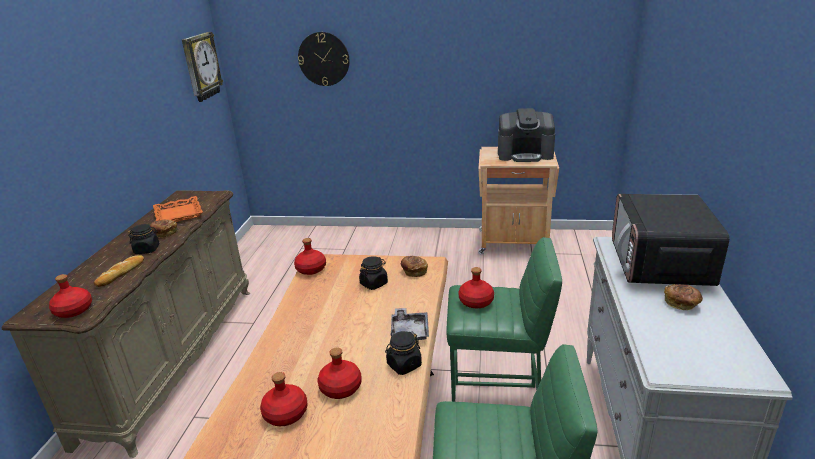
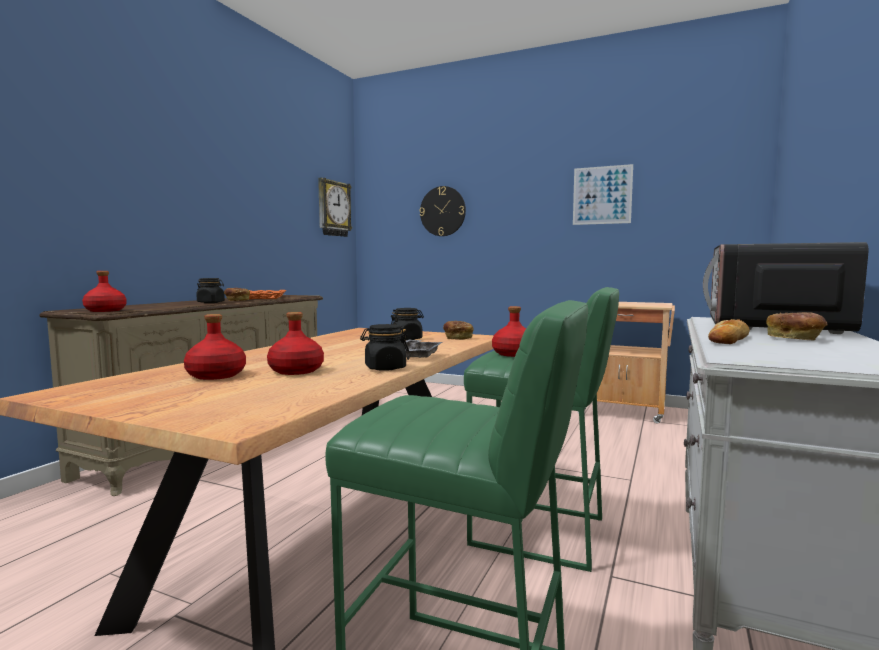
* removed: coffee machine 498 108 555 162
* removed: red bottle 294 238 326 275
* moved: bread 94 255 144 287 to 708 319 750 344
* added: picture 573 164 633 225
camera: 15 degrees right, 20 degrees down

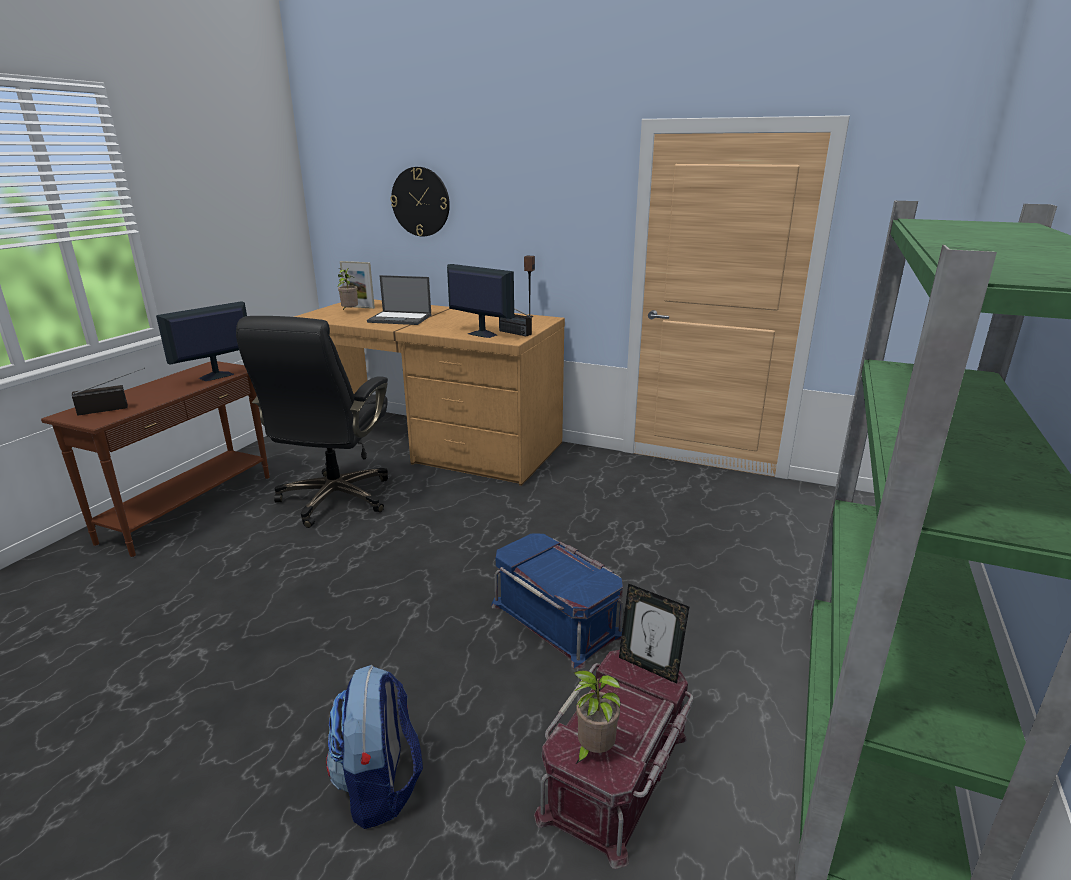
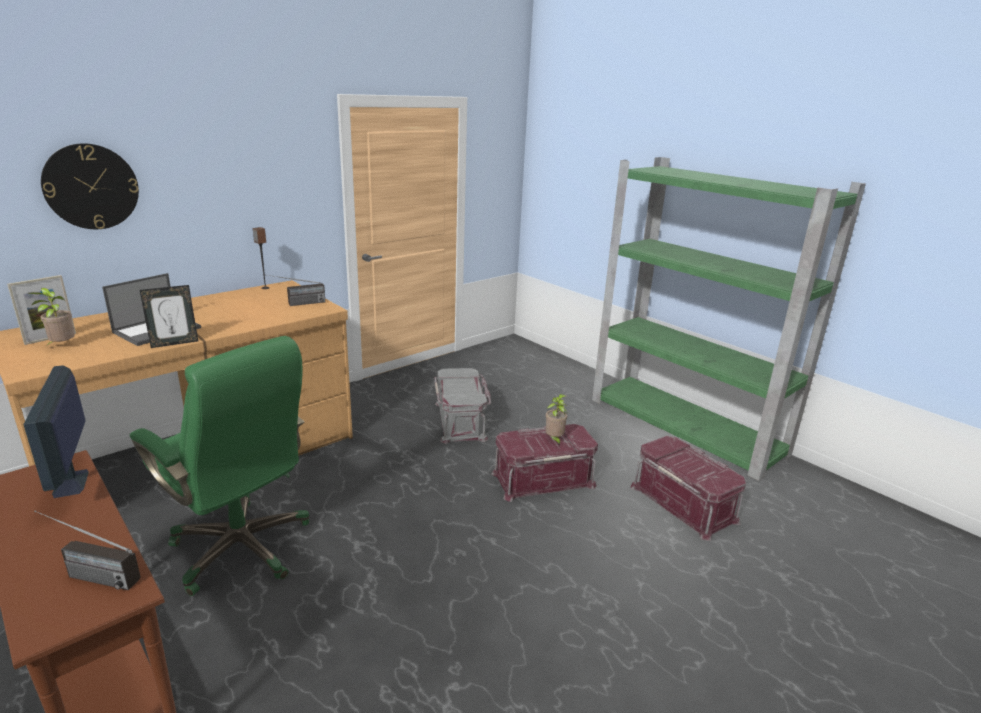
* removed: monitor 447 264 514 338
* recoloured: black office chair 236 316 388 528 to green office chair 130 336 309 596
* turned: radio 72 368 145 415 = 34 510 141 590 75 degrees counterclockwise
* recoloured: blue storage box 491 533 623 669 to red storage box 491 424 598 502
* moved: picture frame 619 583 689 684 to 140 285 198 348
* removed: backpack 326 665 423 829
* moved: potted plant 574 670 621 764 to 546 394 568 445
* added: grey storage box 434 368 491 444
camera: 65 degrees left, 0 degrees up

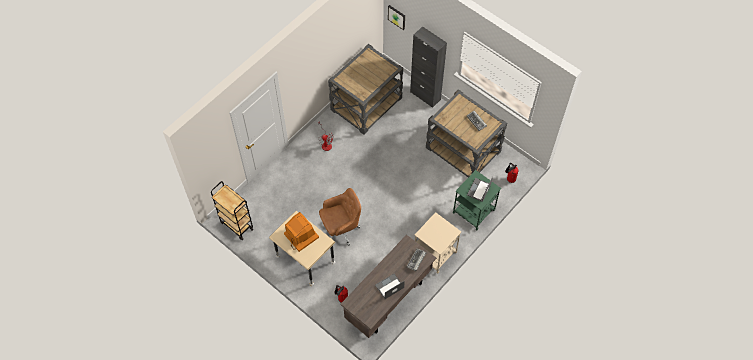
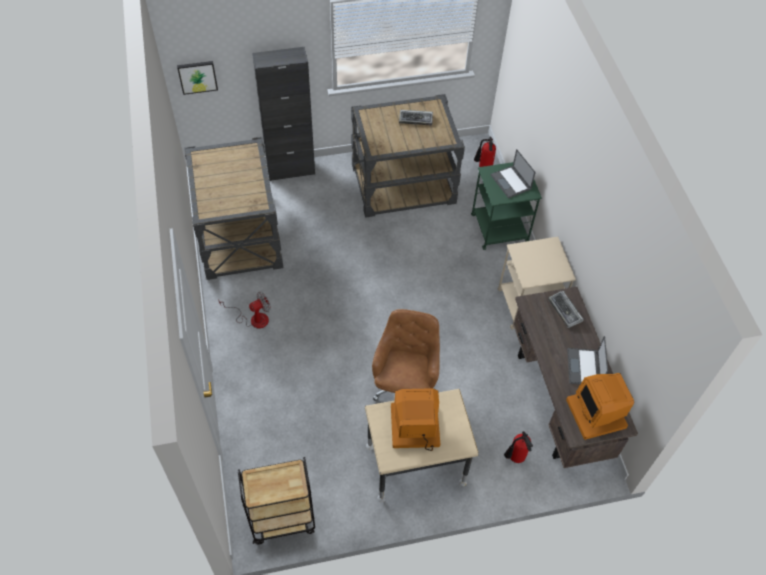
* added: monitor 566 373 634 440
camera: 55 degrees left, 5 degrees down

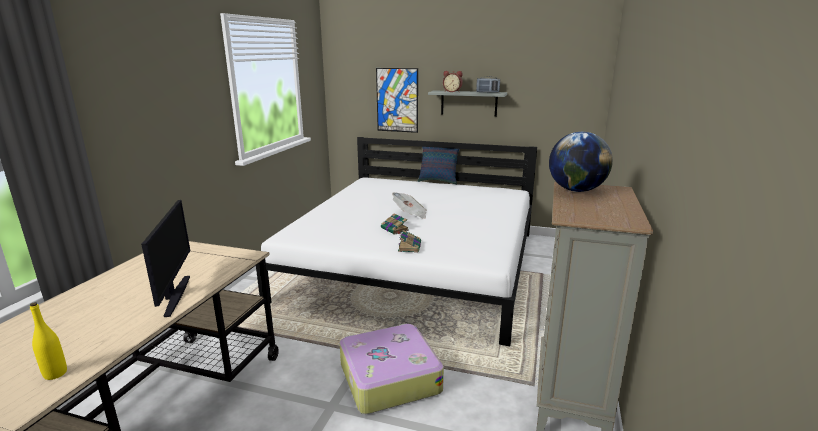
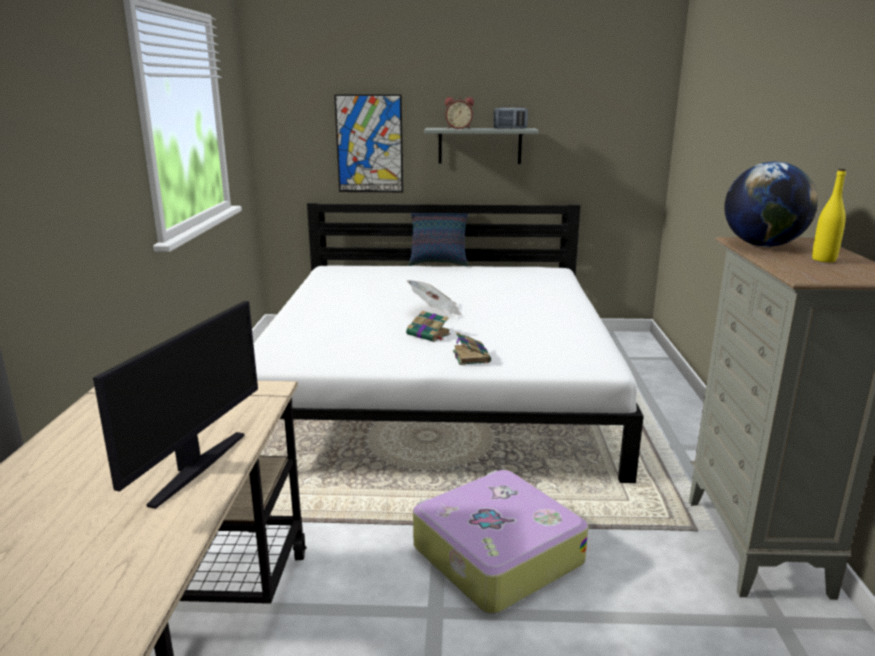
* turned: monitor 141 200 190 317 = 93 301 258 509 45 degrees clockwise
* moved: yellow bottle 30 302 67 380 to 812 169 846 262
camera: 15 degrees left, 0 degrees up

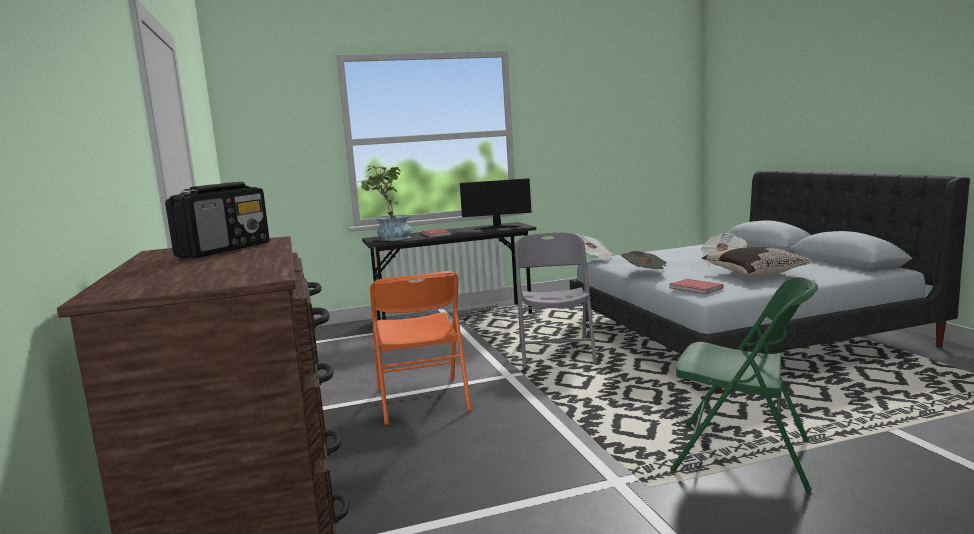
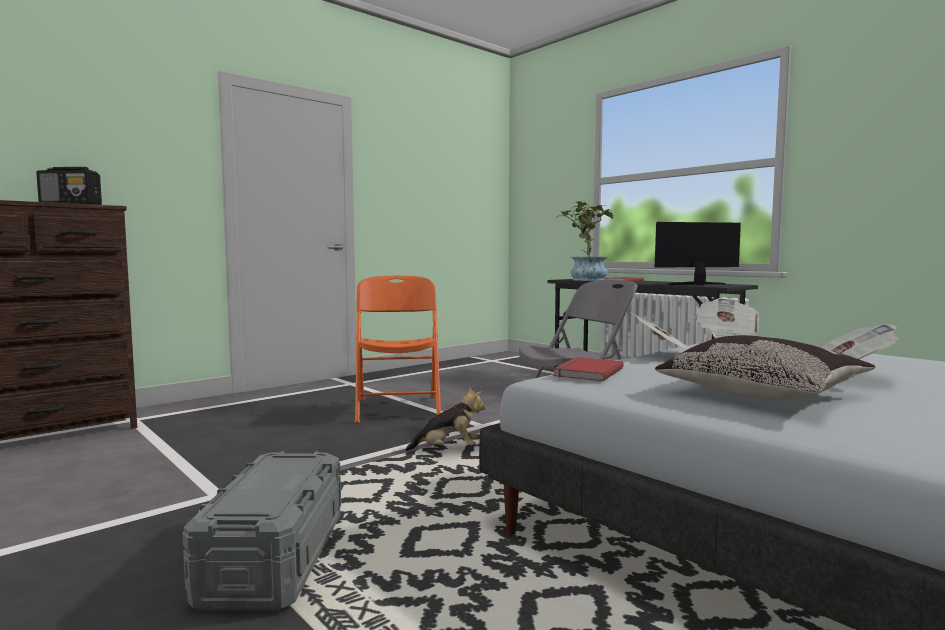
* turned: monitor 460 178 532 230 = 655 222 741 285 105 degrees clockwise
* turned: orange chair 370 271 472 425 = 355 276 441 424 120 degrees clockwise
* replaced: green chair 670 277 819 493 to grey storage box 182 451 341 611
* added: plush toy 405 387 486 451
camera: 65 degrees right, 5 degrees down

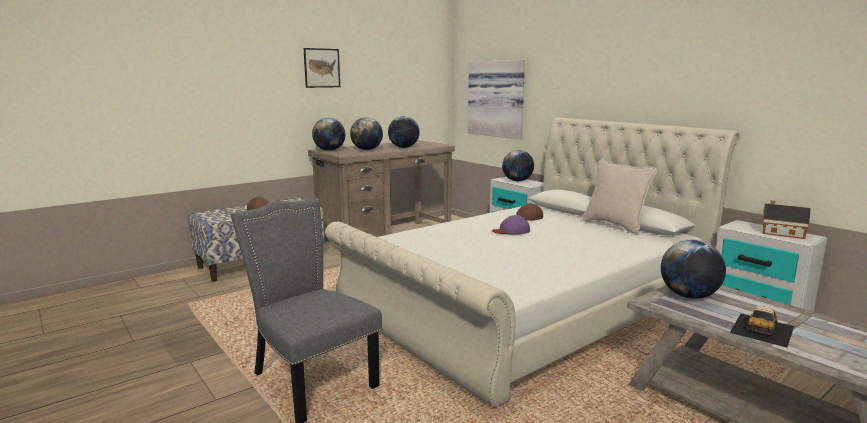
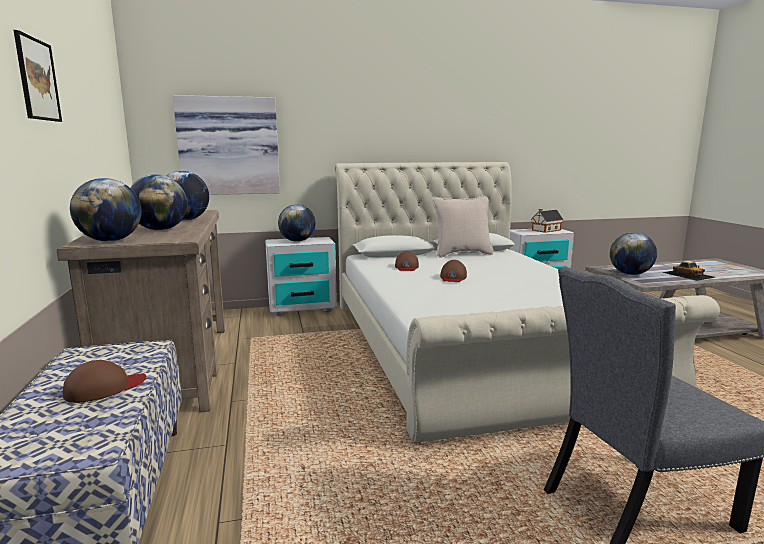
* recoloured: purple cap 492 215 530 234 to brown cap 440 260 467 282
camera: 65 degrees left, 0 degrees up

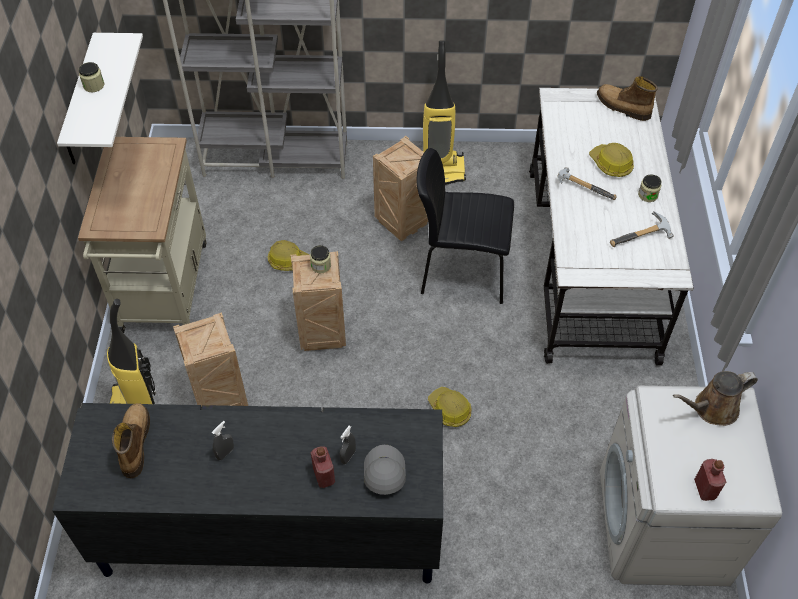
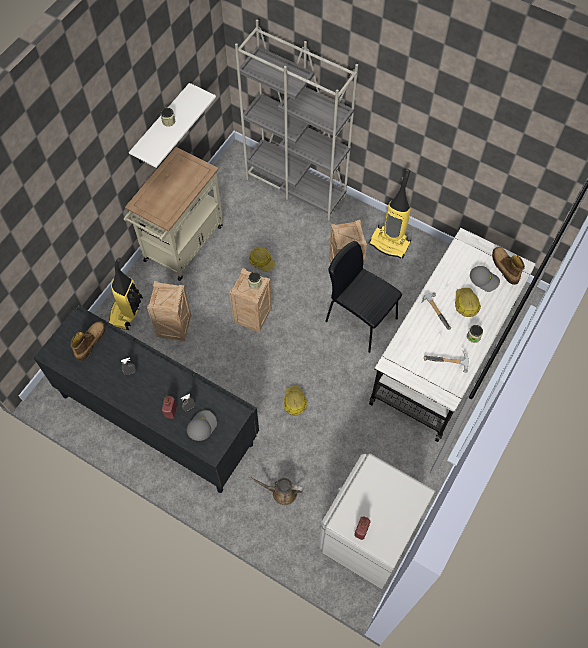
* moved: brown watering can 673 371 758 426 to 249 477 304 505
* added: grey cap 470 266 500 292
camera: 30 degrees right, 10 degrees up

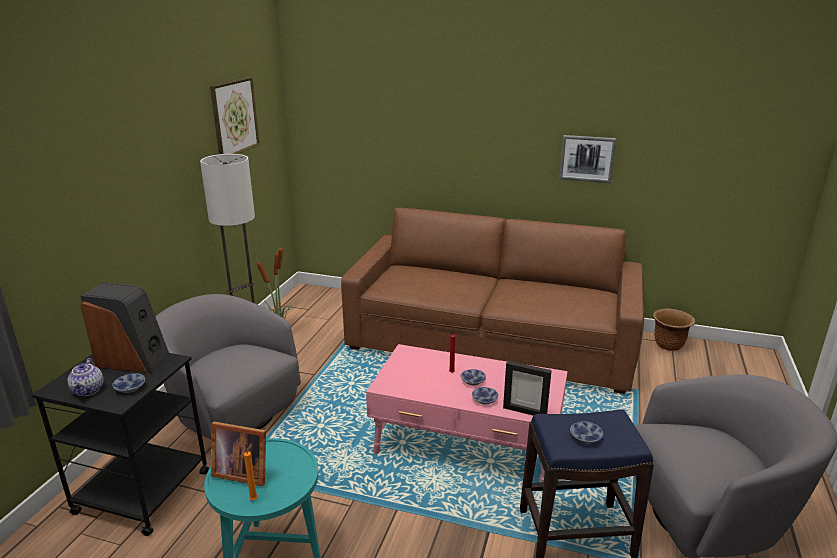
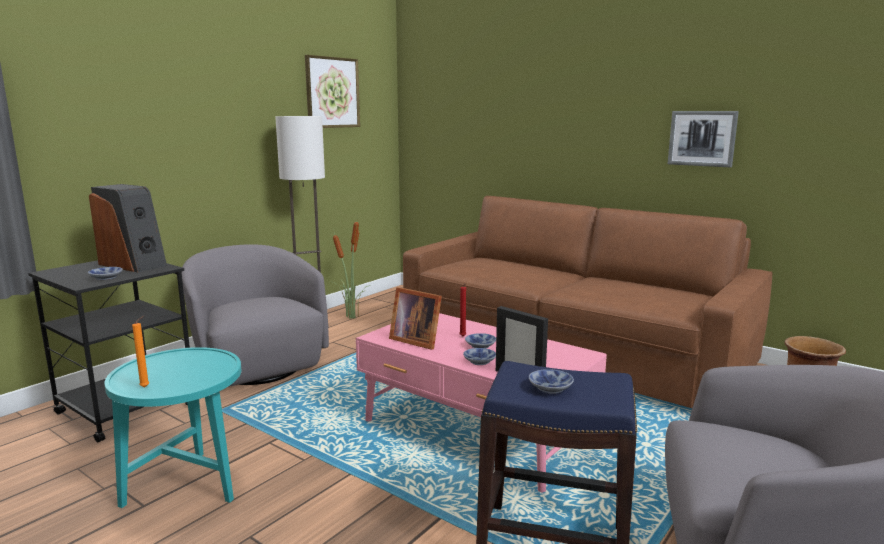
* removed: teapot 67 358 104 397
* moved: picture frame 211 422 266 486 to 389 287 442 350
camera: 20 degrees right, 10 degrees down

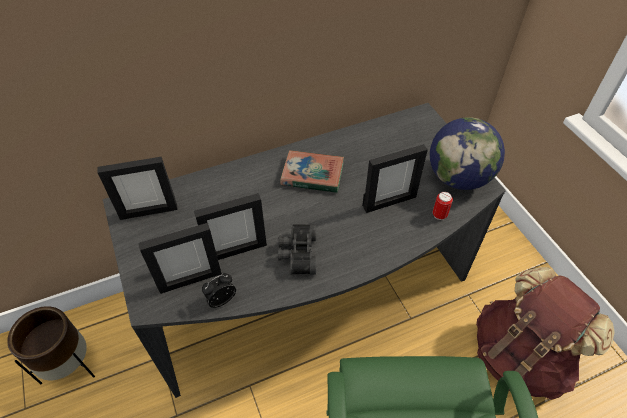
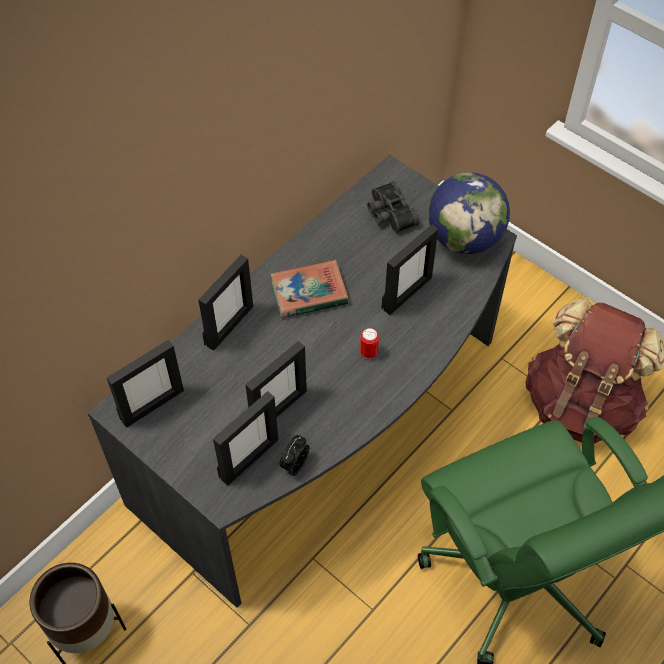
* moved: can 433 192 453 220 to 360 328 379 359
* moved: black binoculars 278 224 316 275 to 367 181 420 233
* added: picture frame 198 255 253 351
camera: 25 degrees left, 5 degrees up

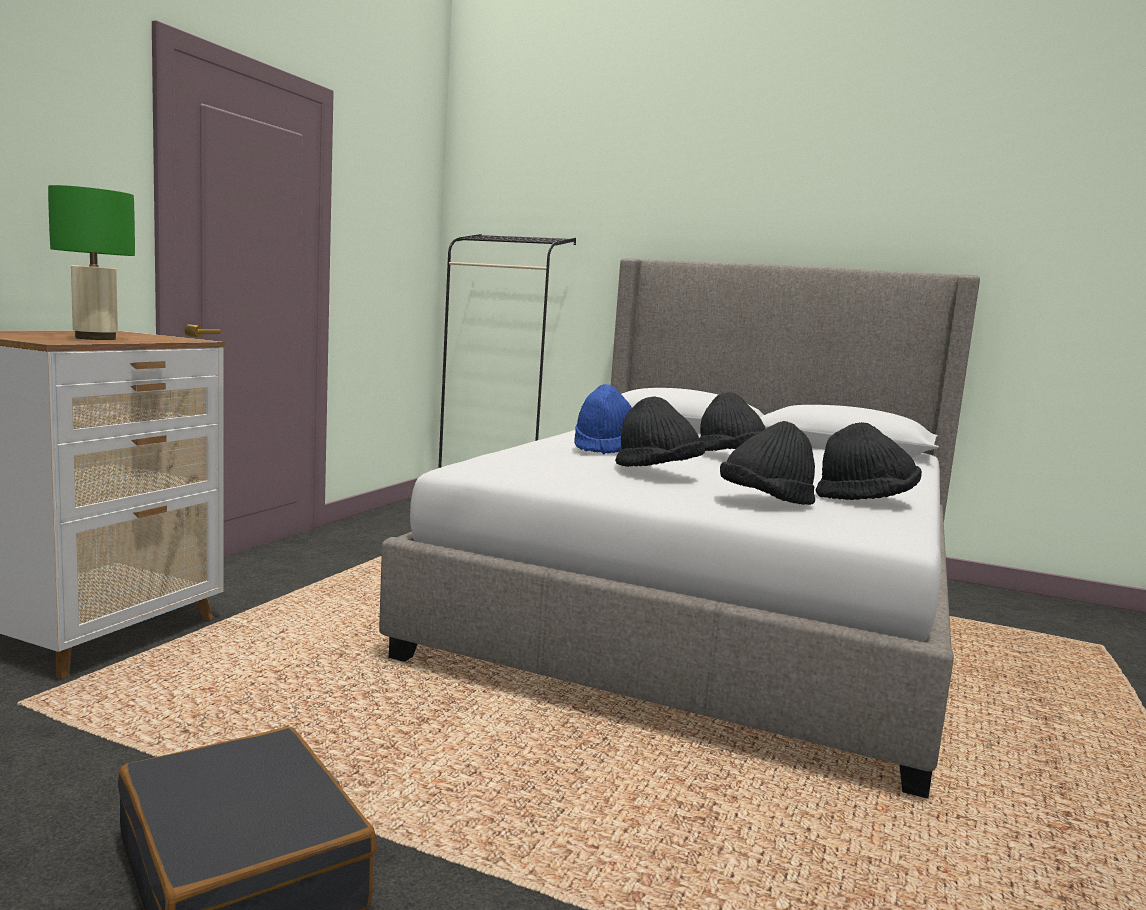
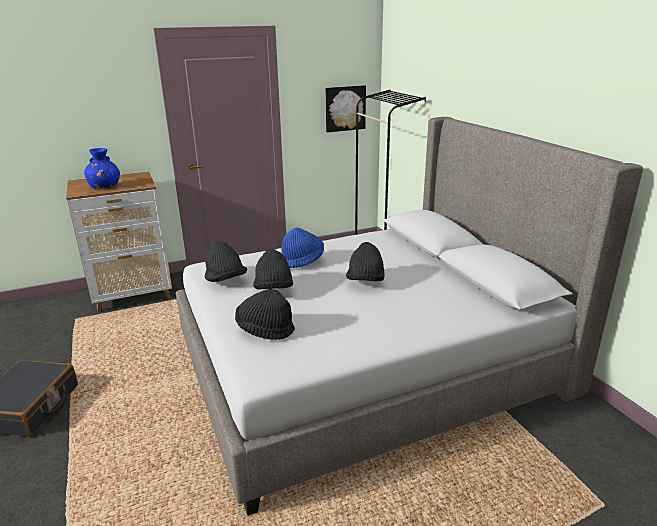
* replaced: green table lamp 48 185 135 340 to blue vase 84 148 120 189
* moved: black hat 816 422 922 500 to 205 241 247 282
* added: picture 326 85 366 132
camera: 45 degrees right, 15 degrees up

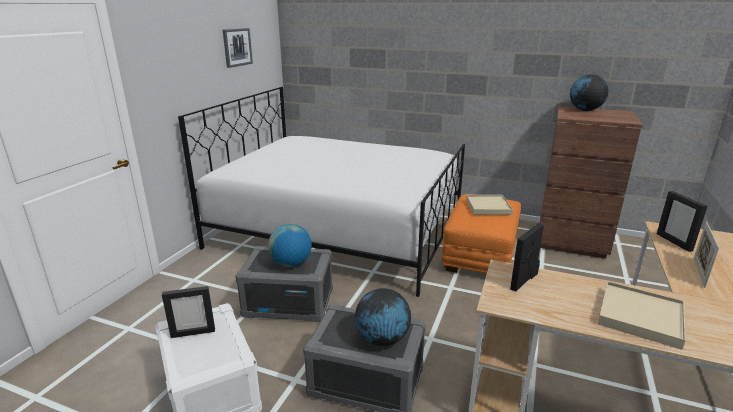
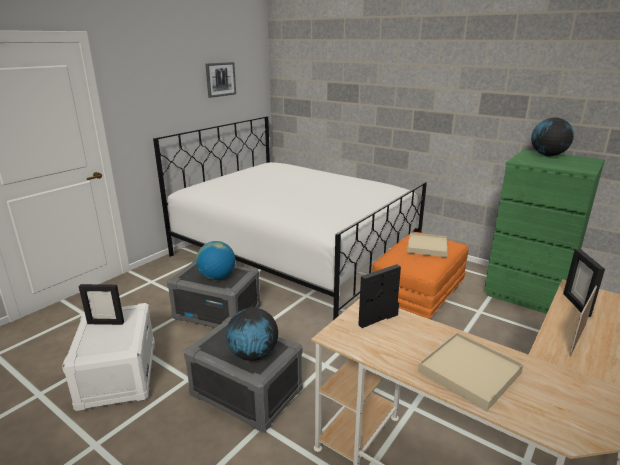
* recoloured: brown dresser 540 106 643 259 to green dresser 484 149 605 314
camera: 15 degrees right, 0 degrees up

